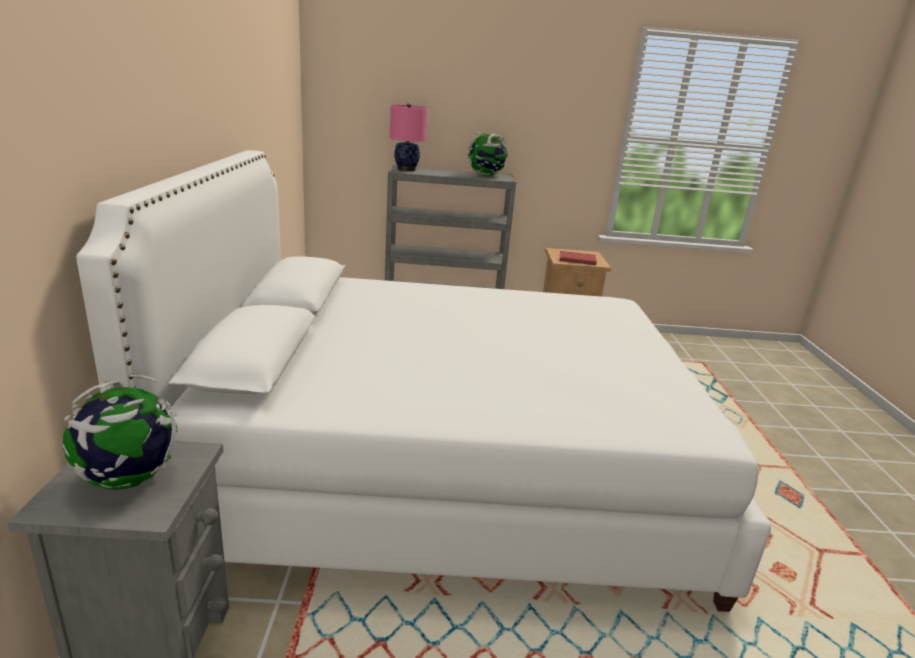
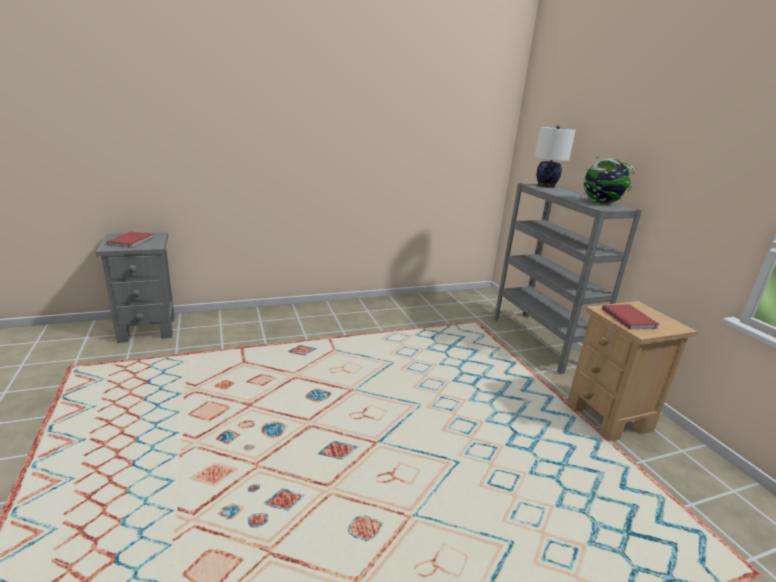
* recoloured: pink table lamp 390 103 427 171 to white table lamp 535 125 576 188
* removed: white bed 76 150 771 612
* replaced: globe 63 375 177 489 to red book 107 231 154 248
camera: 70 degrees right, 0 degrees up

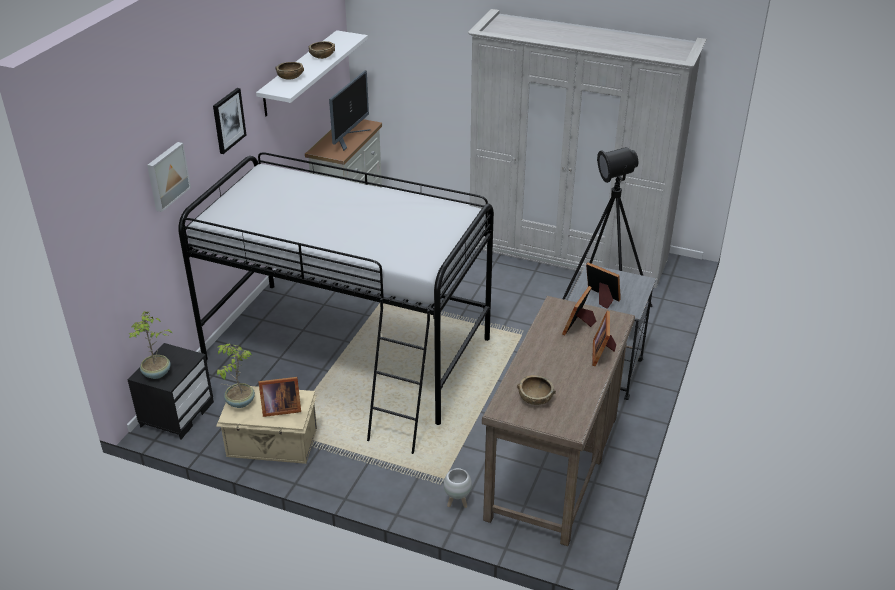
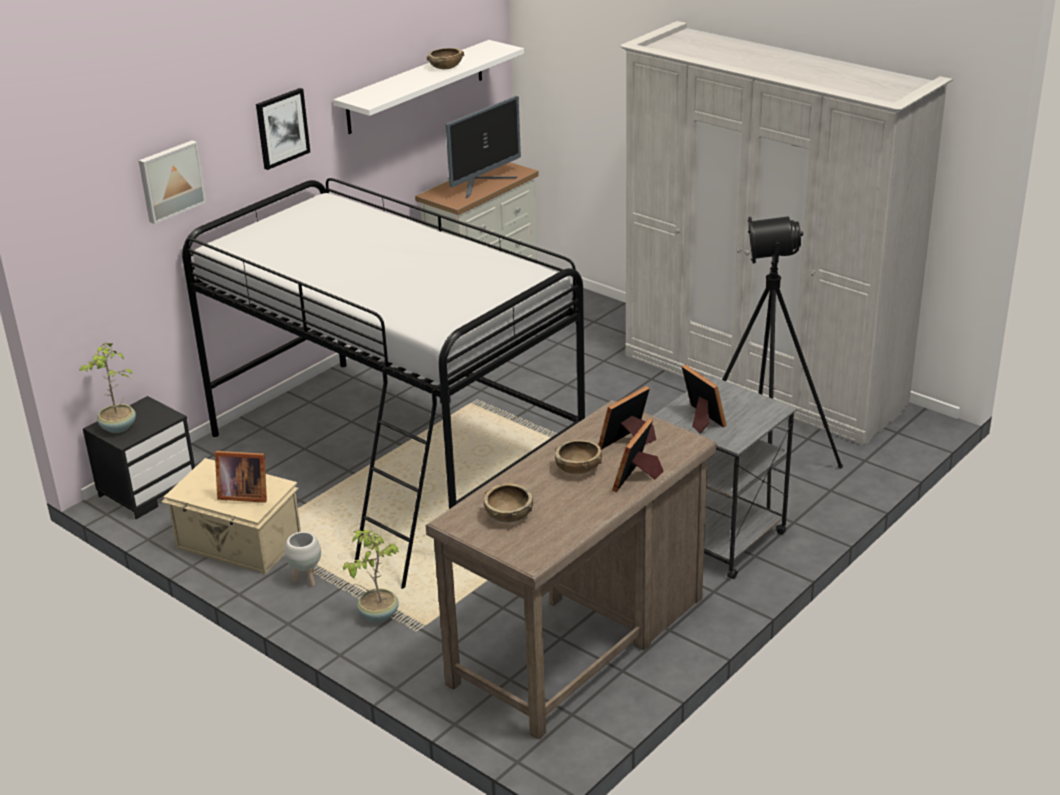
* moved: brown bowl 276 62 304 80 to 555 440 602 474
* moved: potted plant 217 344 255 408 to 343 530 399 622
* moved: white planter 444 468 472 508 to 285 532 321 586
camera: 20 degrees right, 5 degrees down

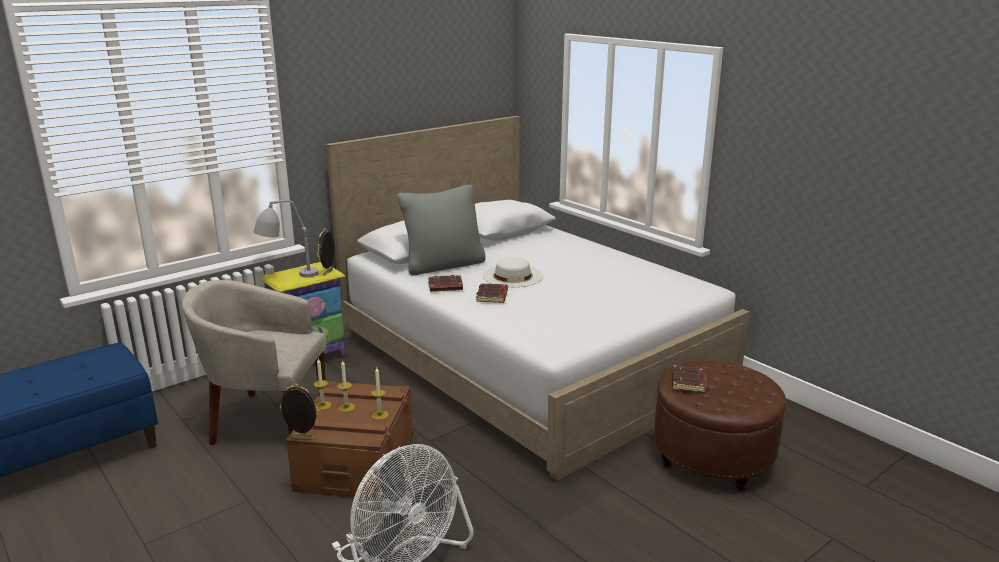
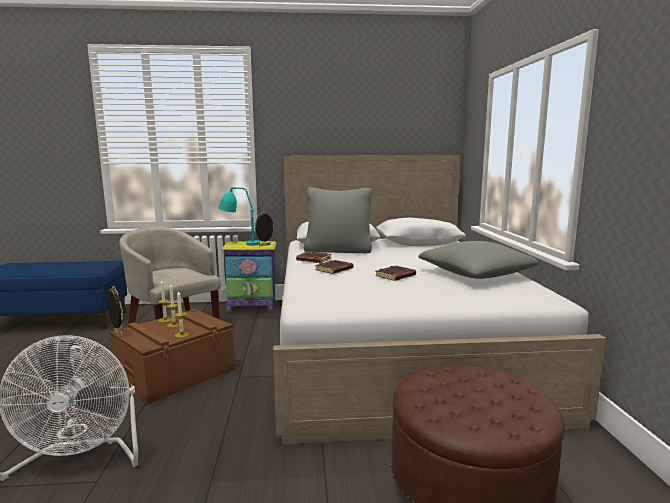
* recoloured: grey table lamp 253 200 319 277 to turquoise table lamp 218 187 260 246
* removed: white hat 483 258 543 287
* moved: brown book 672 365 707 392 to 375 266 416 281
* added: grey pillow 419 241 539 279
camera: 35 degrees right, 10 degrees down

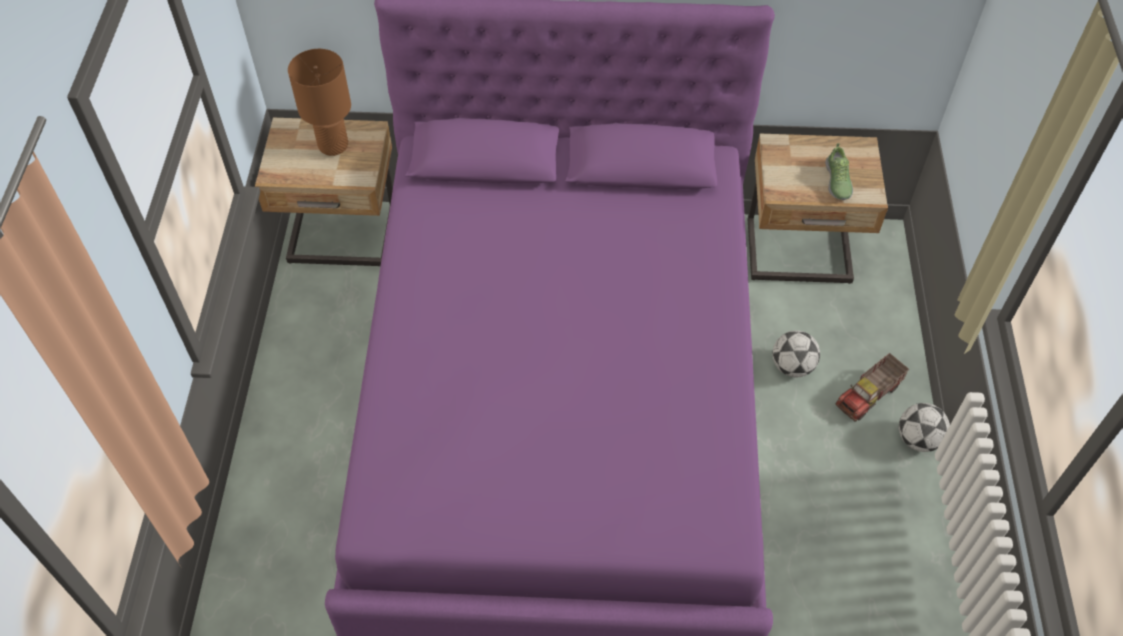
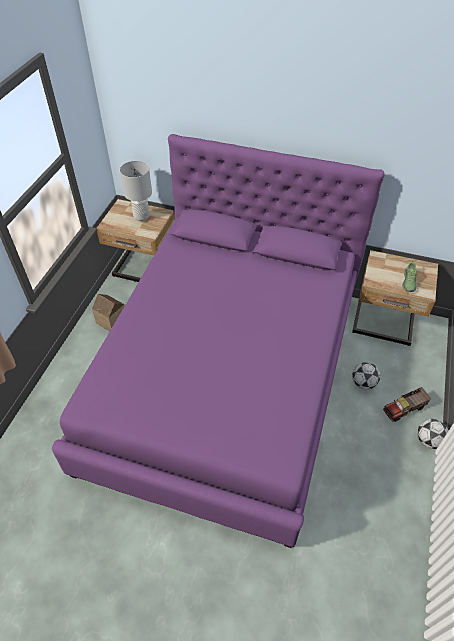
* recoloured: brown table lamp 288 49 351 156 to grey table lamp 120 161 152 221
* added: toy house 92 294 124 331
camera: 15 degrees right, 5 degrees down

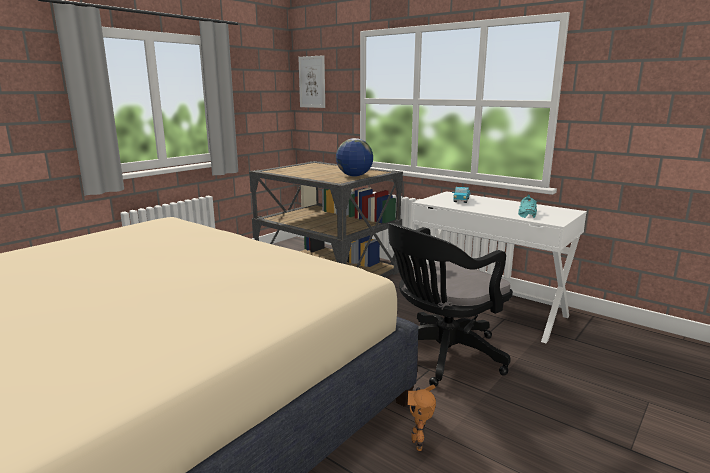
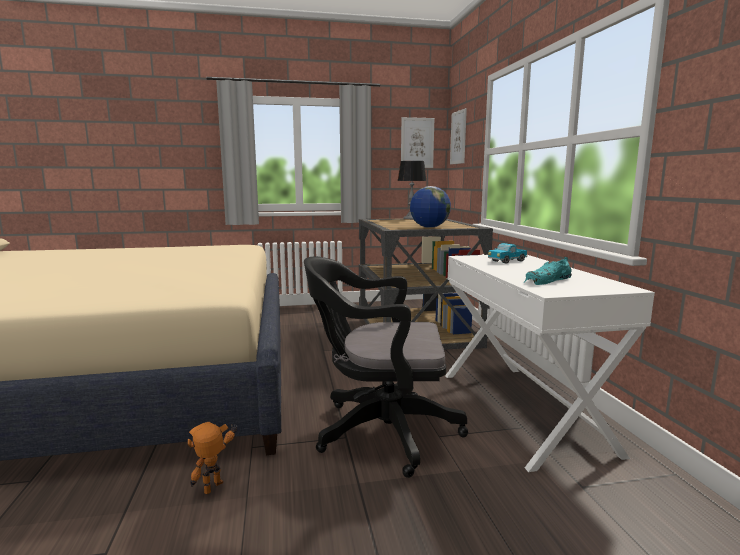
* added: picture 401 117 434 168
* added: table lamp 398 161 426 220
camera: 40 degrees right, 5 degrees down

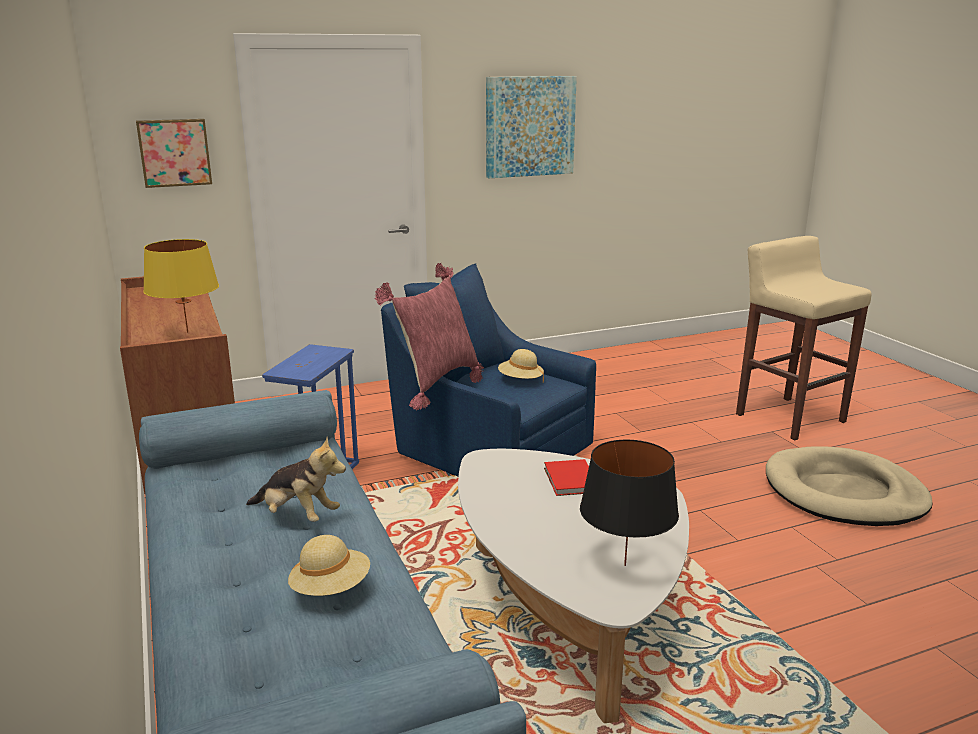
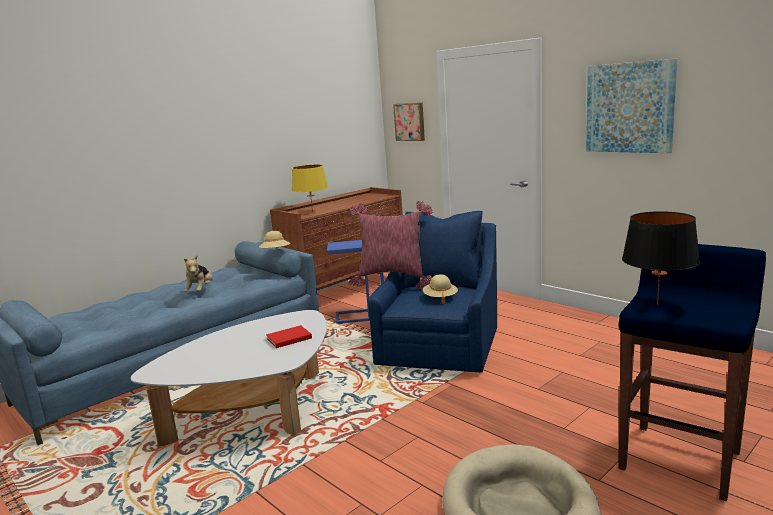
* recoloured: beige stool 736 236 872 440 to blue stool 619 244 766 502
* moved: black table lamp 580 440 679 566 to 622 211 700 304
* moved: beige hat 288 535 370 596 to 259 231 290 249
camera: 70 degrees right, 5 degrees down

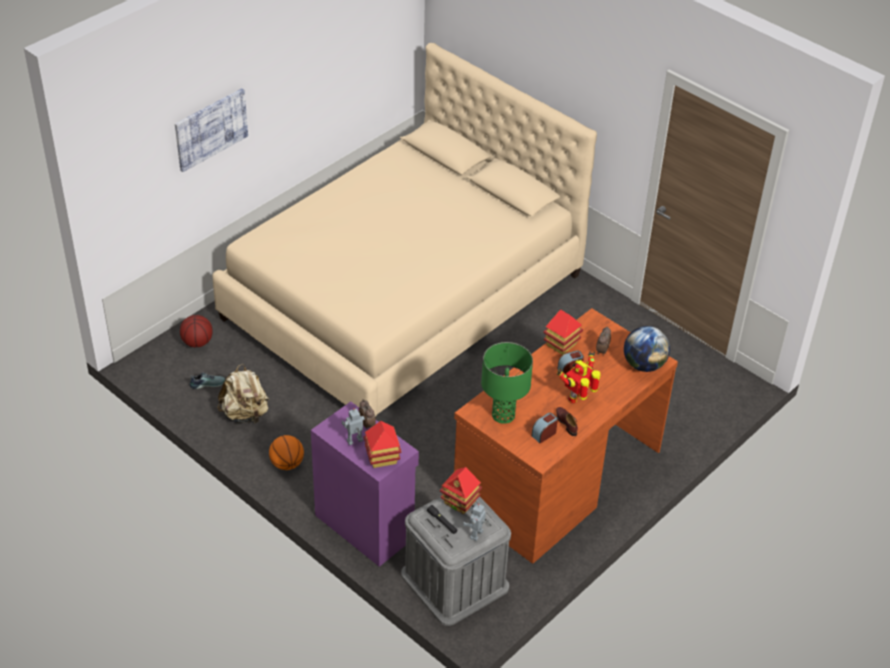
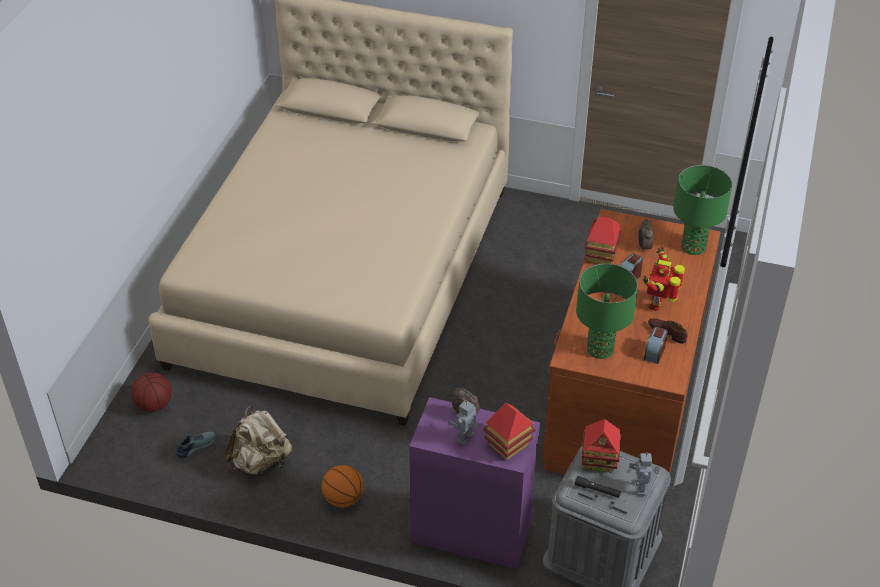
* removed: picture 175 88 248 172
* replaced: globe 624 326 670 372 to green table lamp 673 165 732 255
camera: 25 degrees left, 0 degrees up

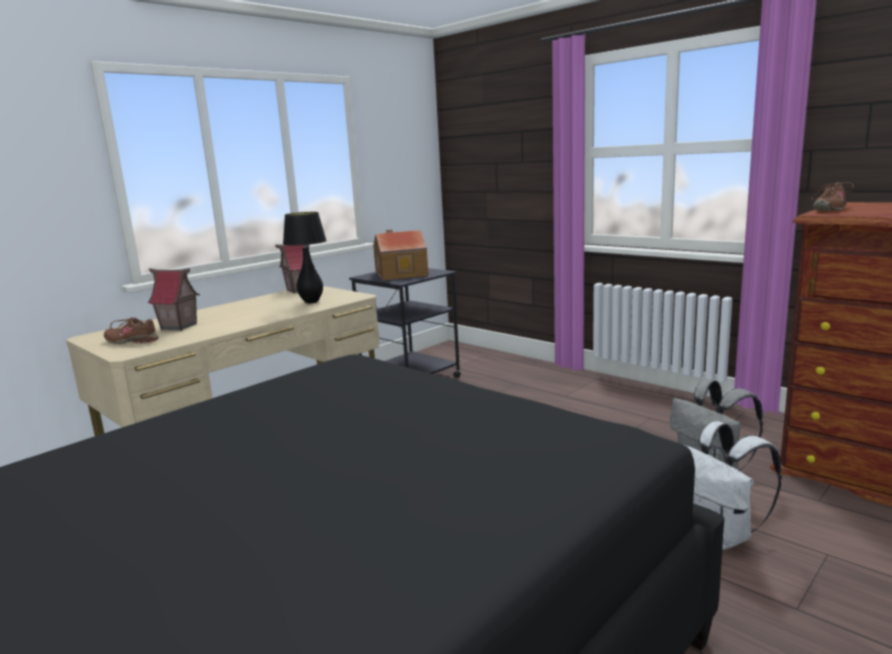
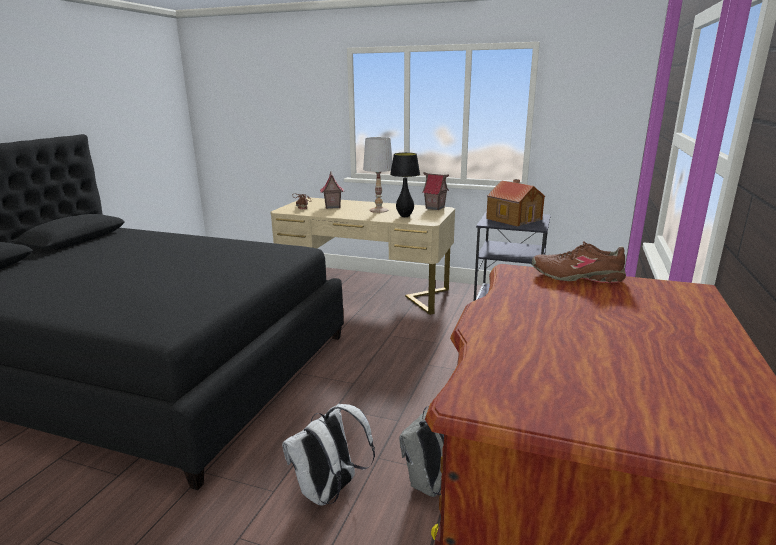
* added: white table lamp 363 137 393 213
camera: 65 degrees right, 5 degrees up

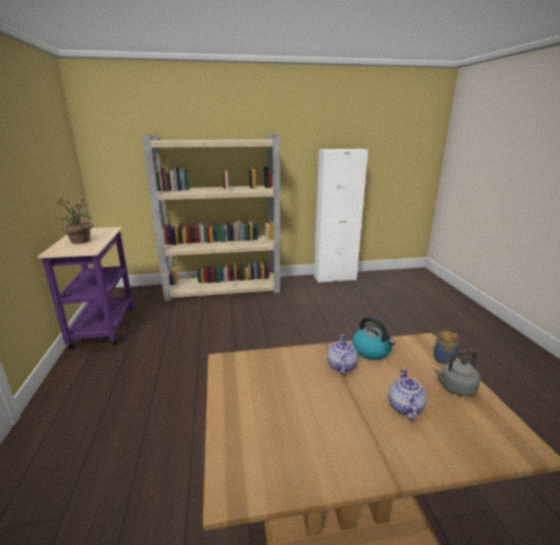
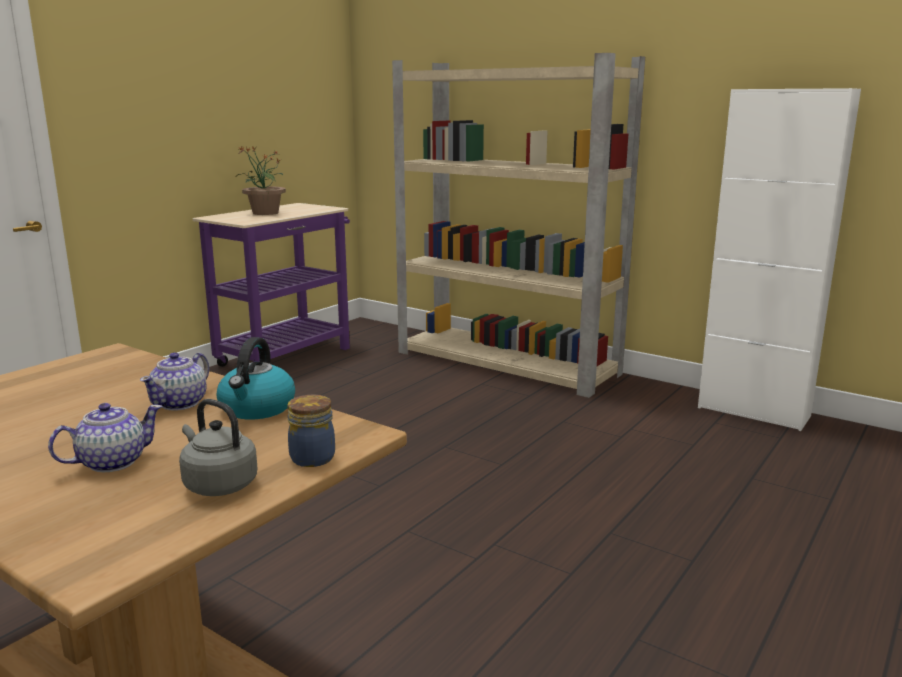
* turned: teapot 327 334 358 374 = 140 352 209 410 150 degrees clockwise
camera: 45 degrees right, 5 degrees down

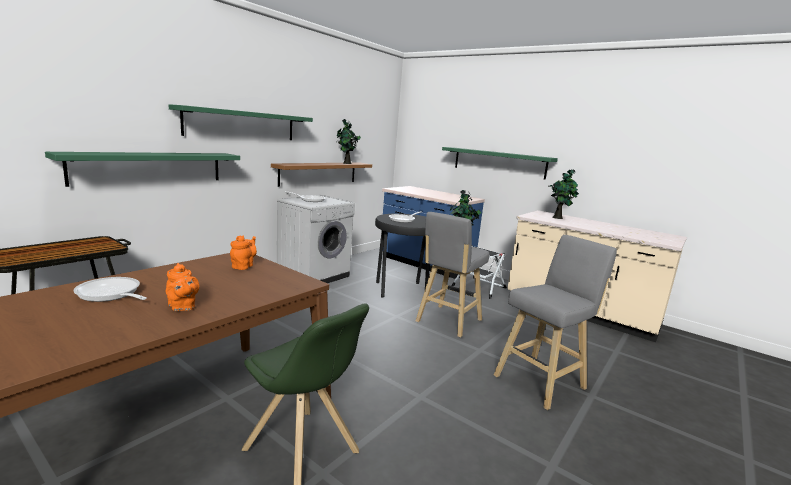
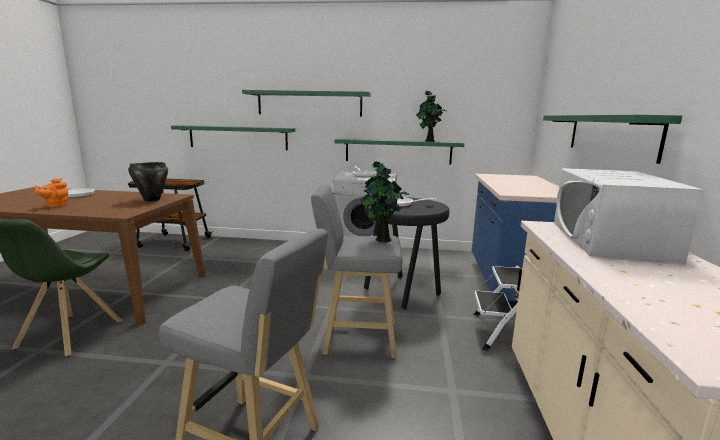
* recoloured: brown shelf 271 163 372 187 to green shelf 335 138 464 165
* replaced: potted plant 549 170 579 219 to white microwave 554 168 704 264
* replaced: orange teapot 230 235 257 270 to black cooking pot 128 162 168 202
camera: 60 degrees right, 0 degrees up

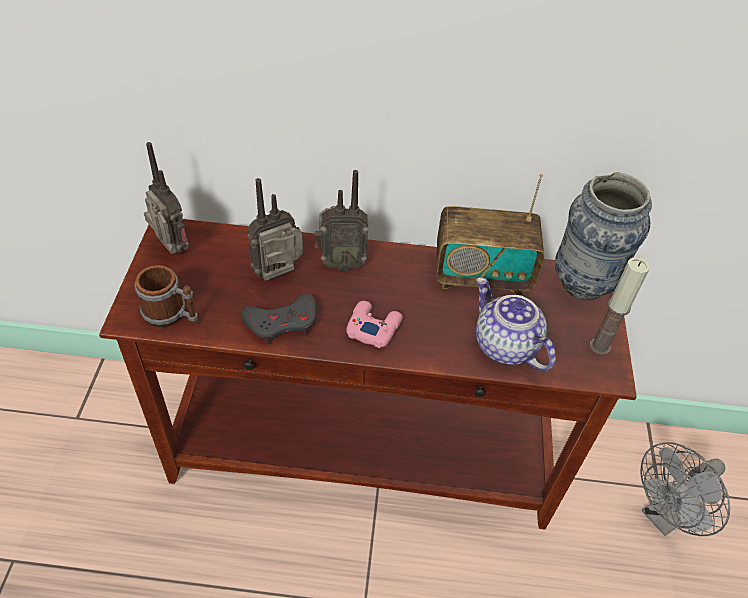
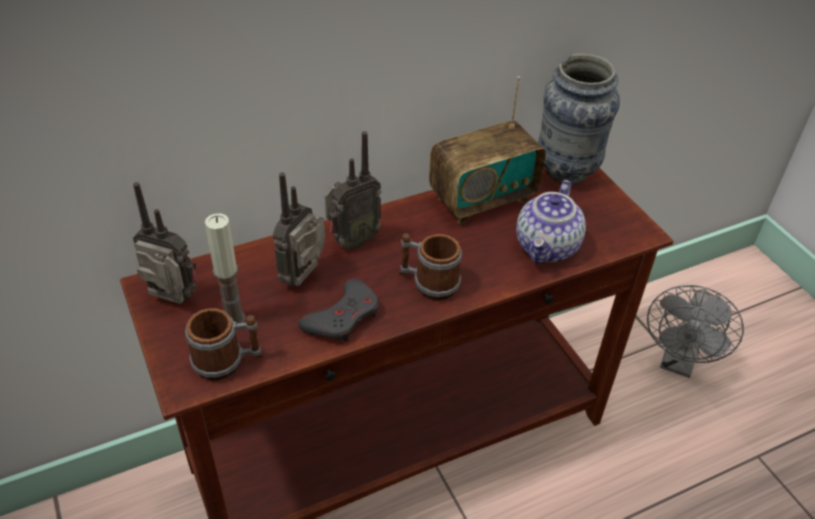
* moved: candle 590 257 650 355 to 205 213 246 324
* turned: teapot 476 277 556 371 = 516 180 586 263 90 degrees counterclockwise
* replaced: pink game controller 346 301 403 348 to mug 399 233 462 300
camera: 30 degrees left, 5 degrees down

